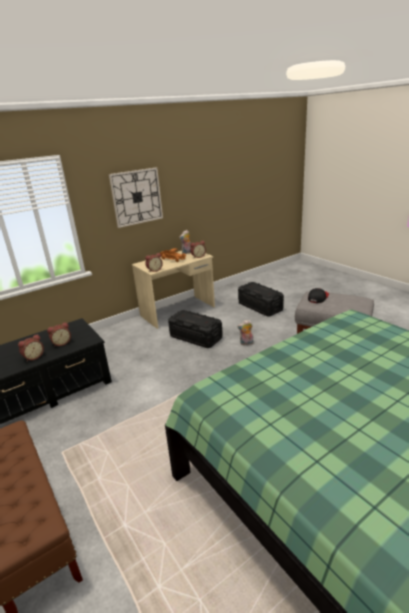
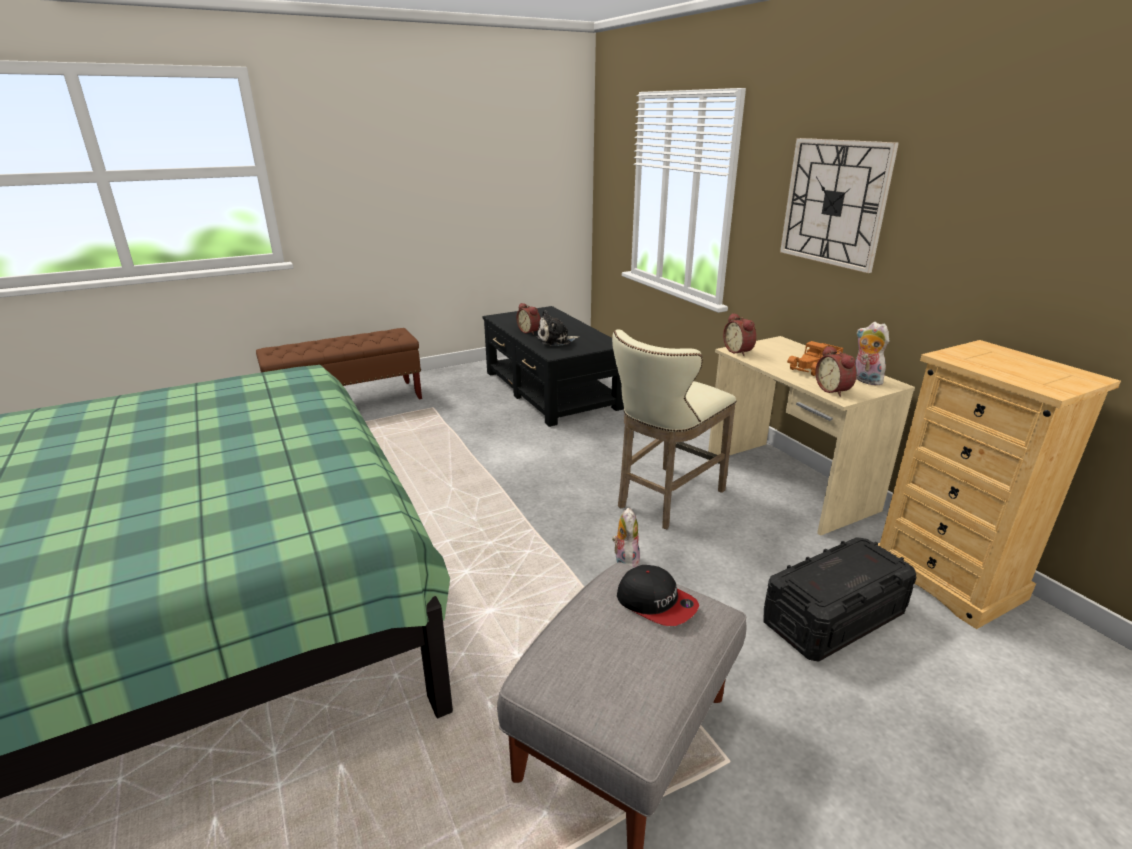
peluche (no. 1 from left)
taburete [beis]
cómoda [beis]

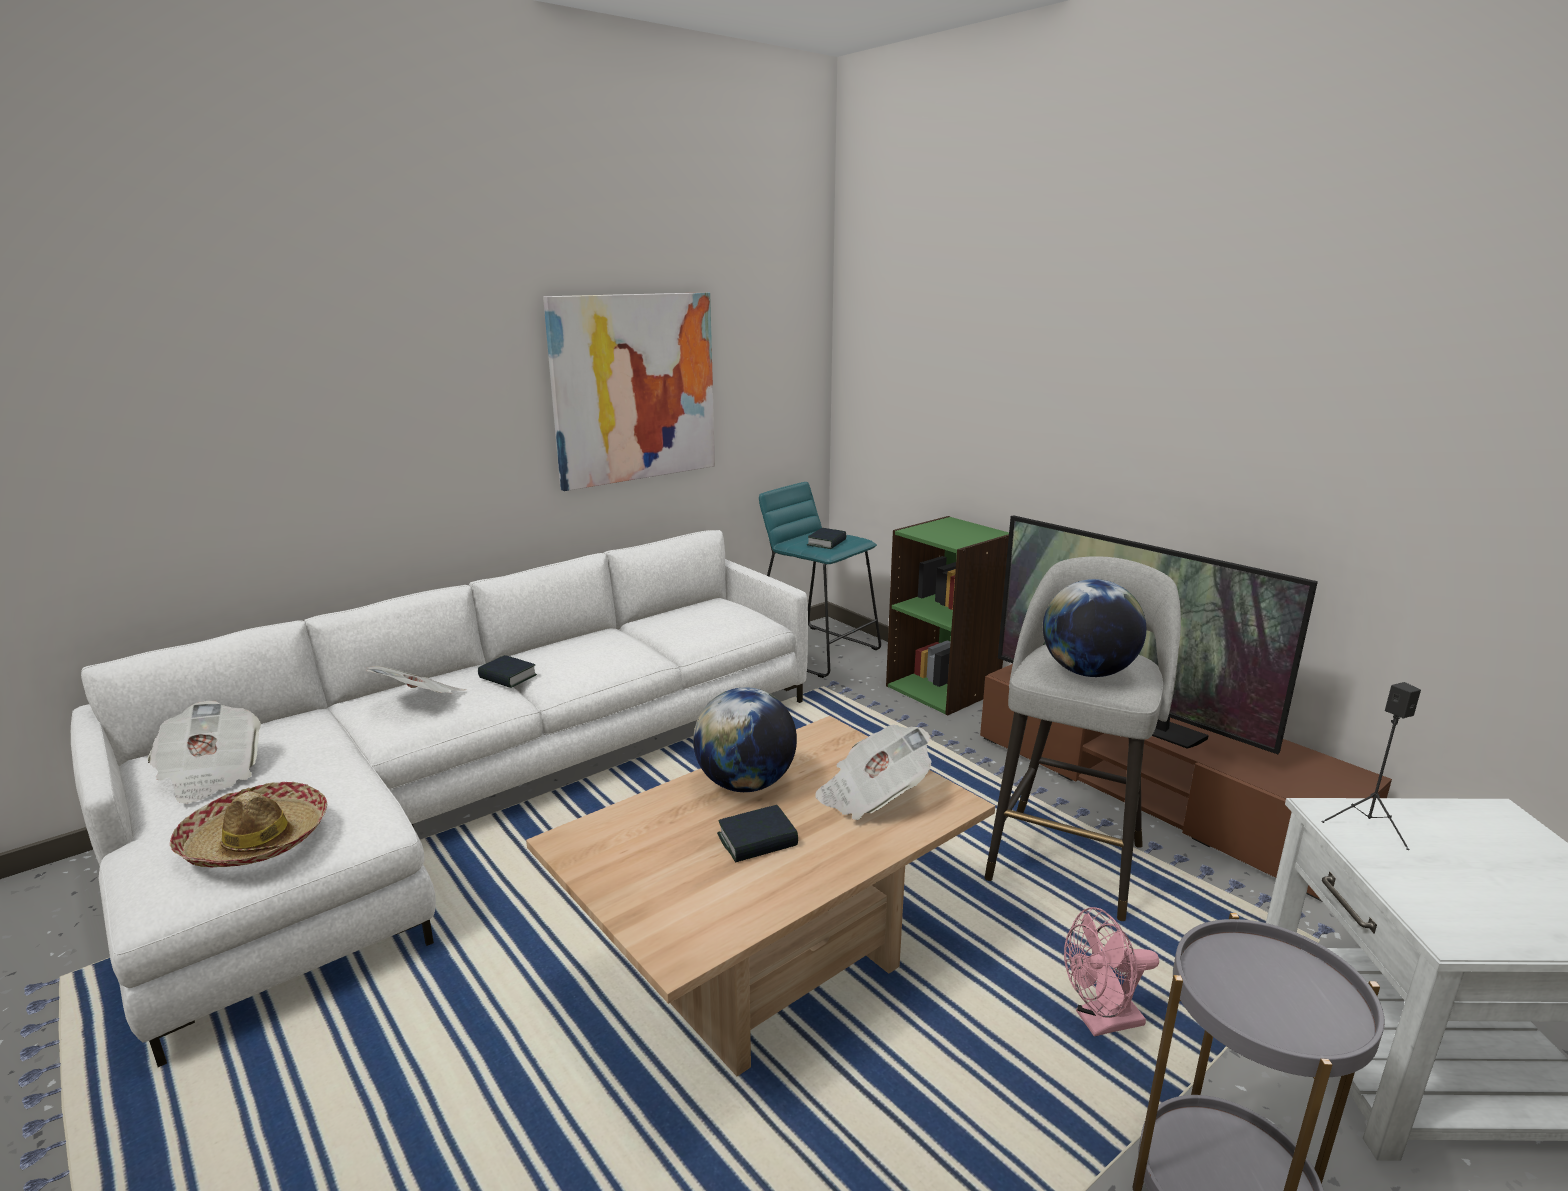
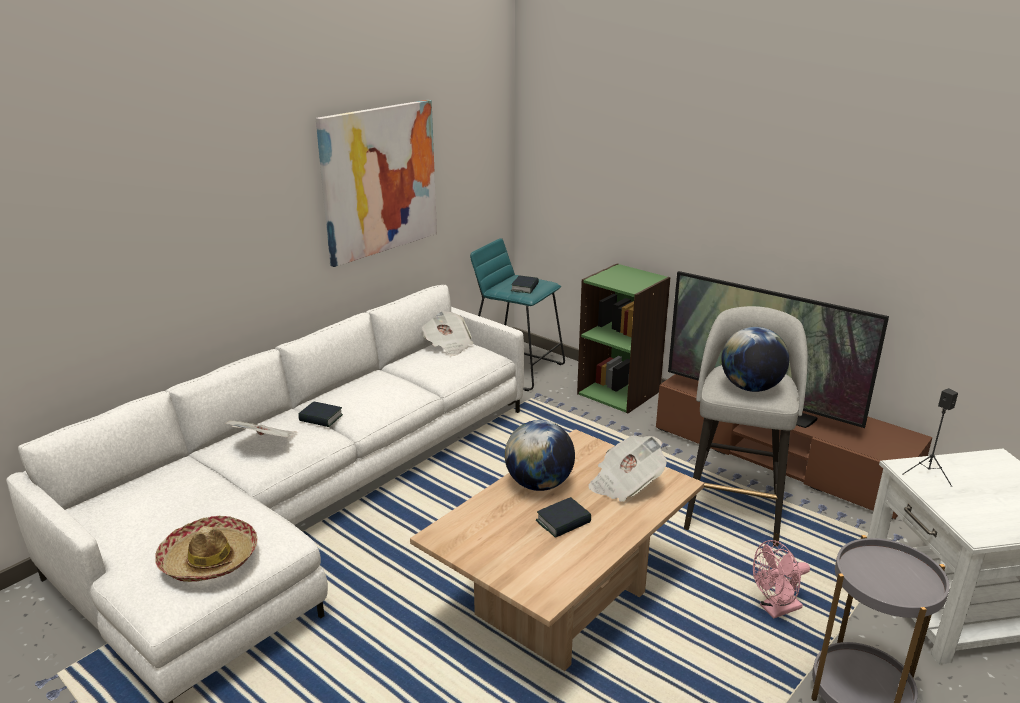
periódico (no. 2 from left)

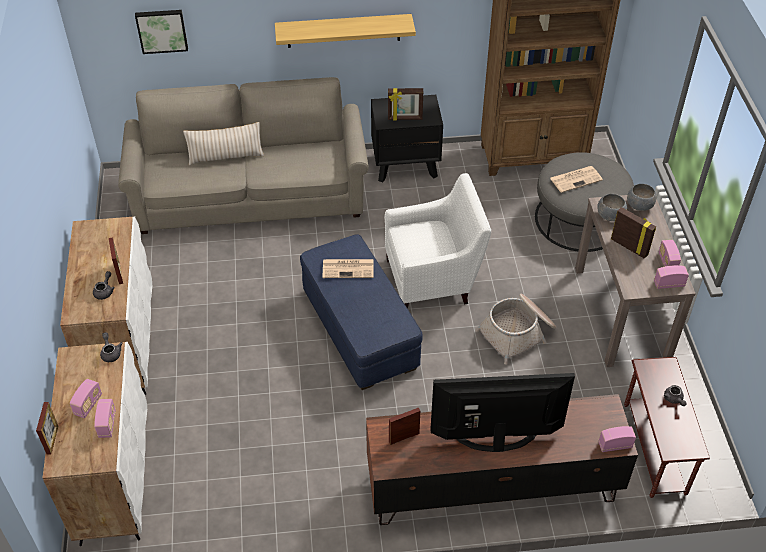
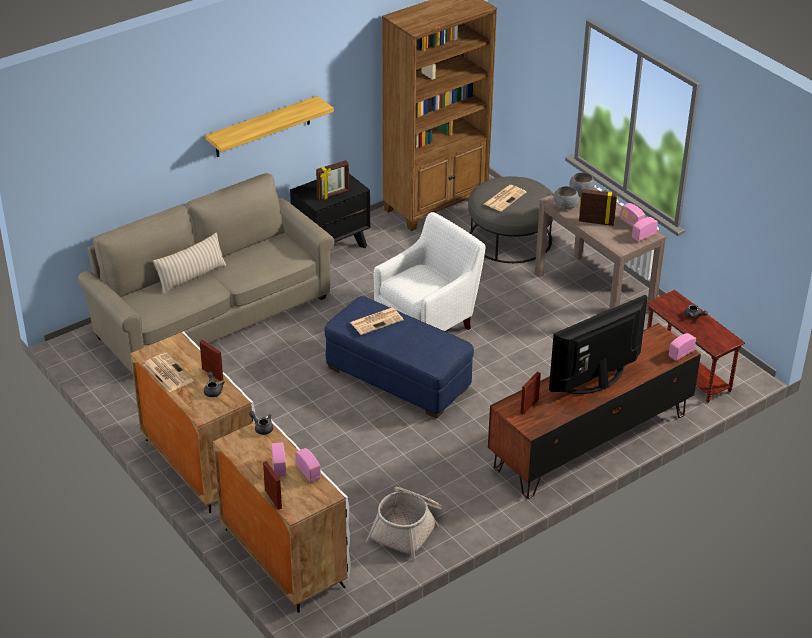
periódico (no. 1 from left)
cesta
cuadro

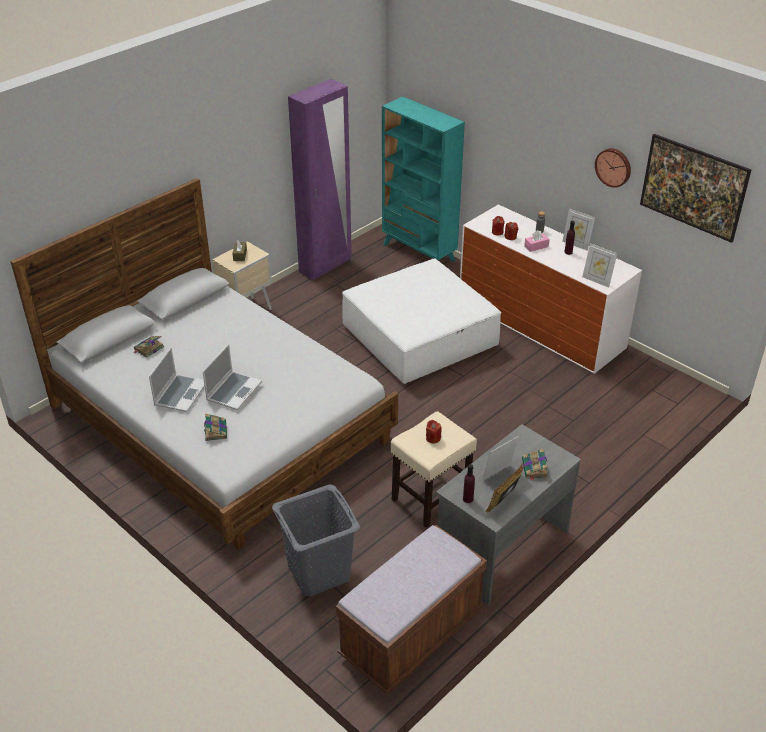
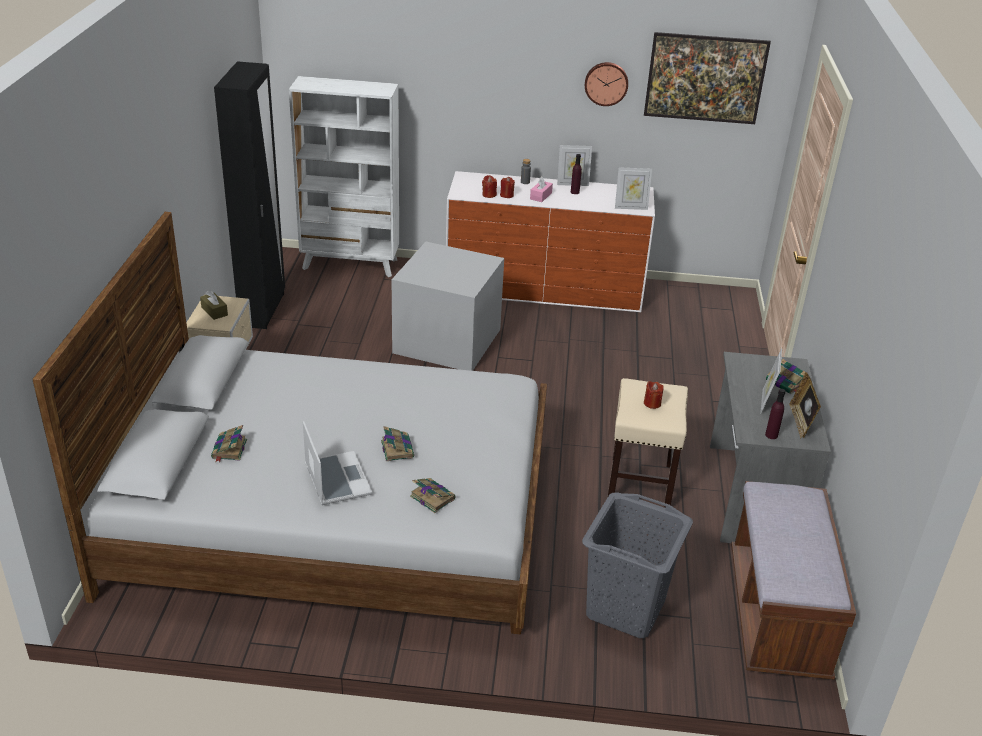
armario ropero [negro]
estantería [blanco]
libro (no. 2 from left)
caja de almacenaje [gris]

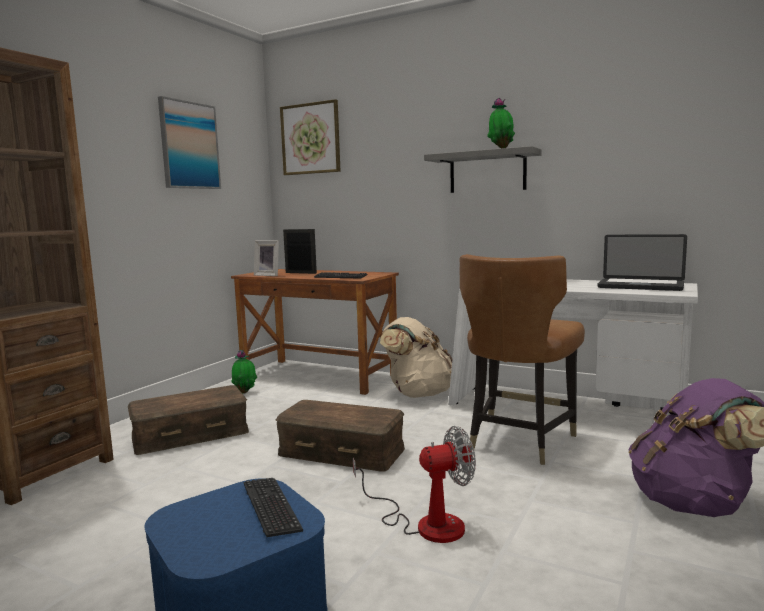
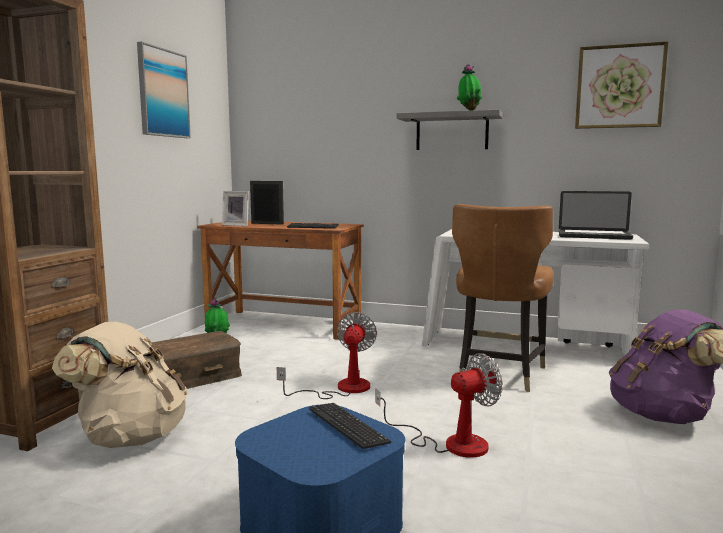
mochila [beis]
ventilador (no. 1 from left)
cuadro (no. 2 from left)

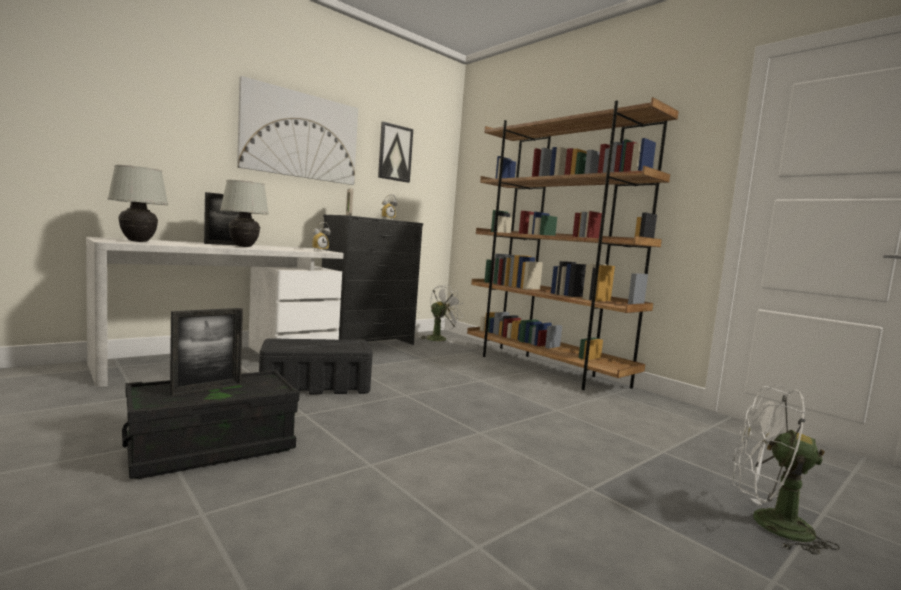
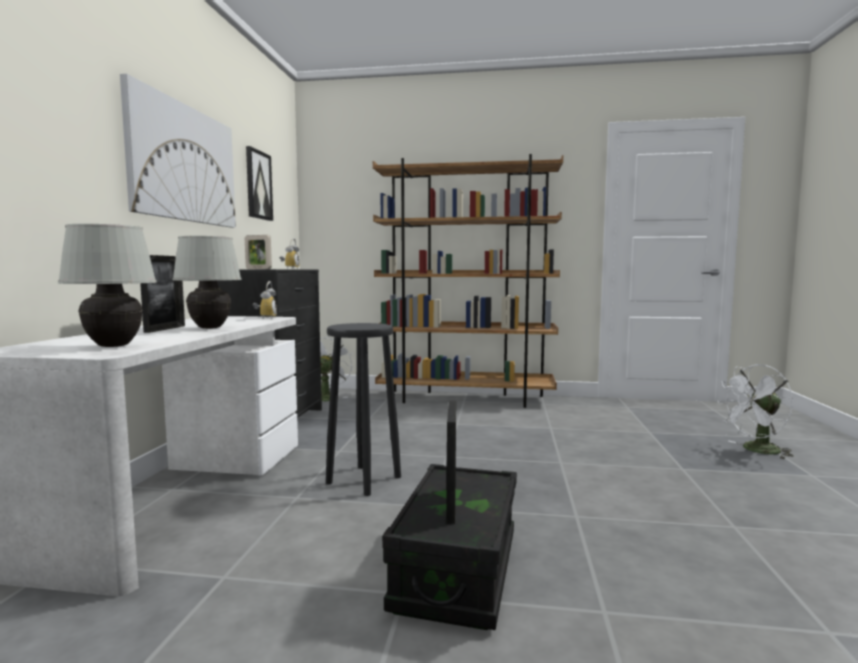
taburete [negro]

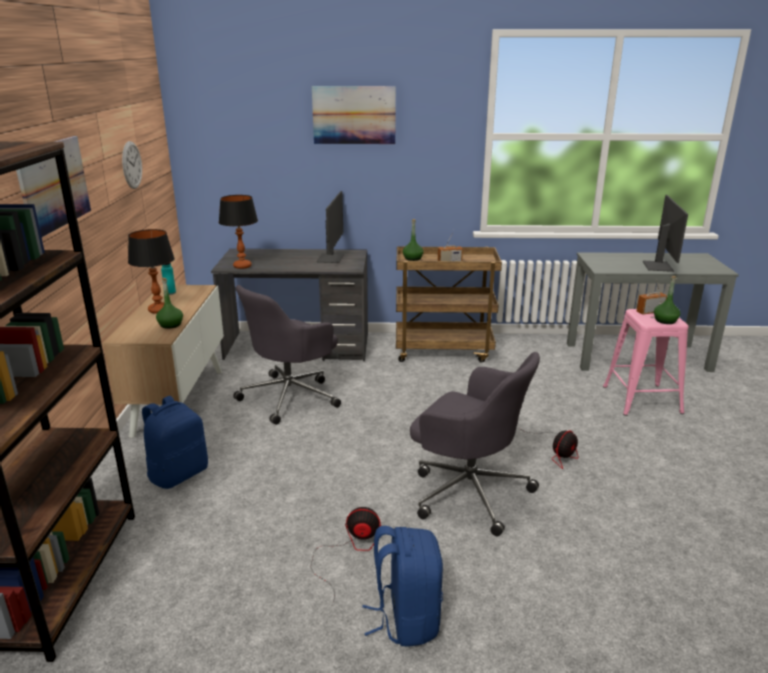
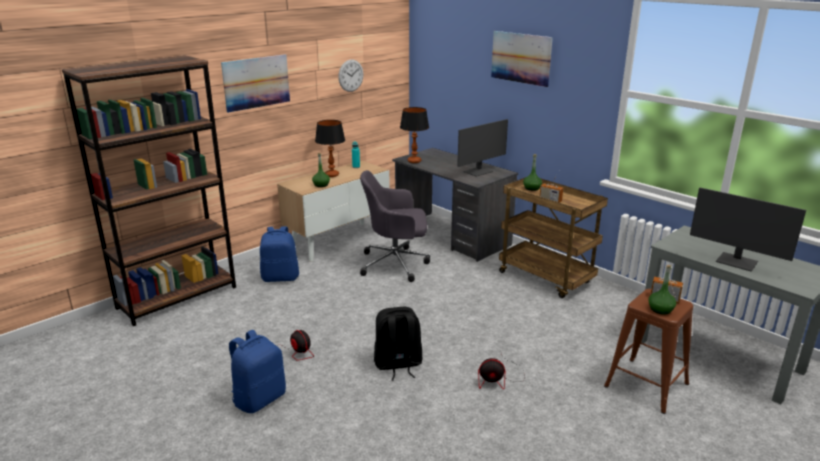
mochila [negro]
taburete [marrón]
monitor (no. 2 from left)

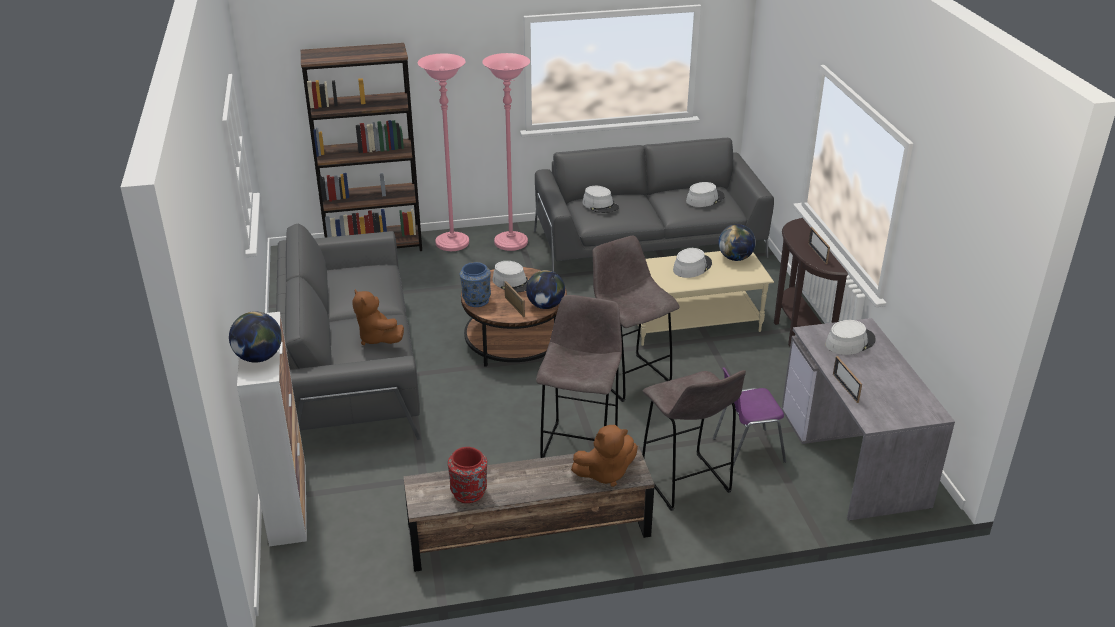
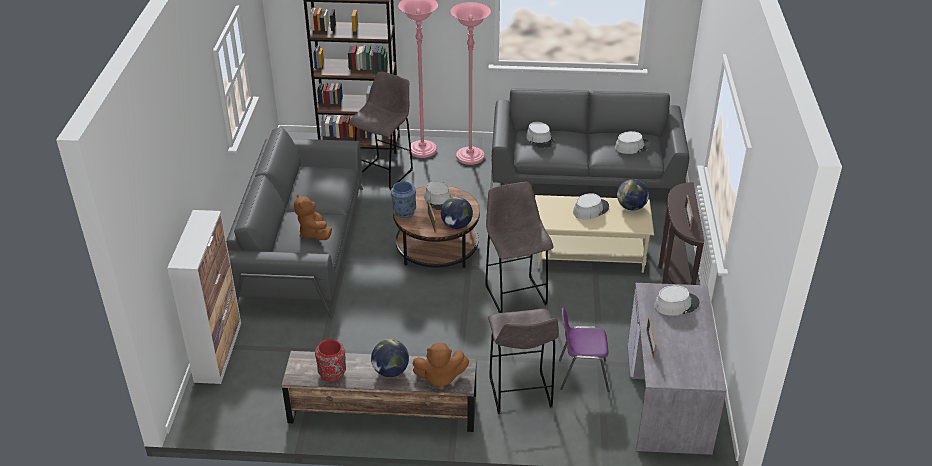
taburete [gris] (no. 1 from left)
globo terráqueo (no. 1 from left)

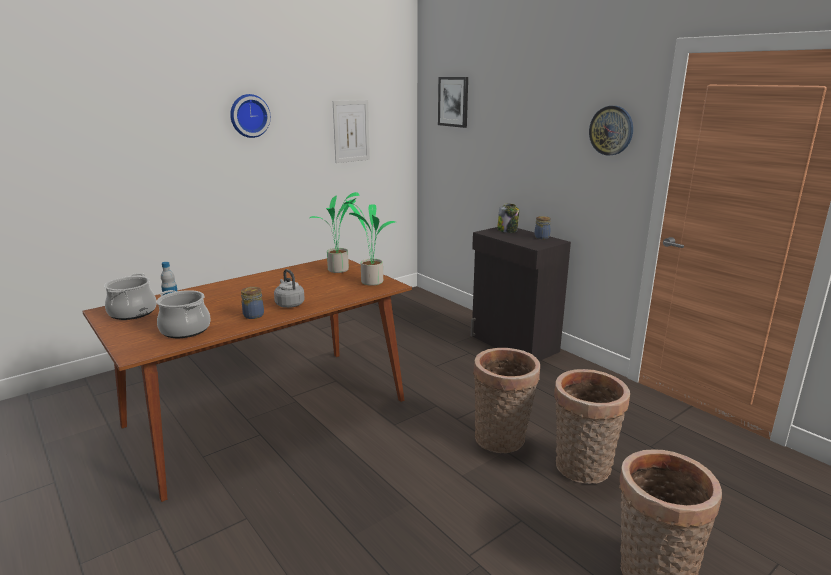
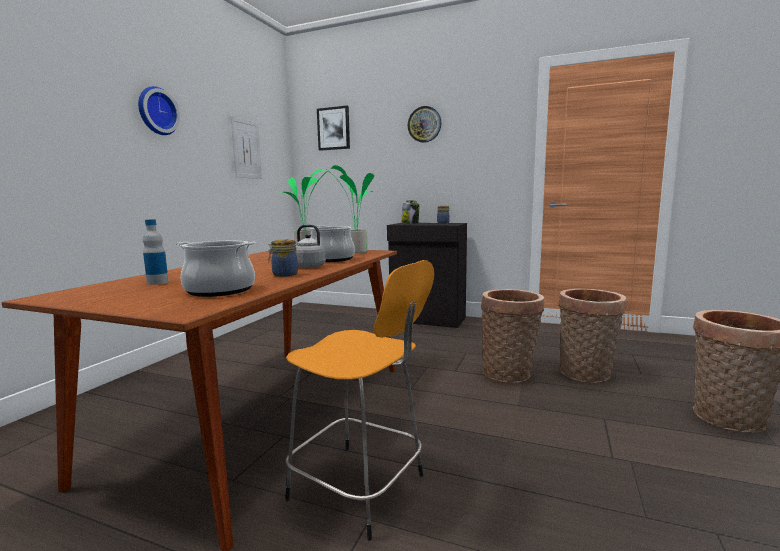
taburete [naranja]
olla (no. 2 from left)
reloj de pared (no. 2 from left)

